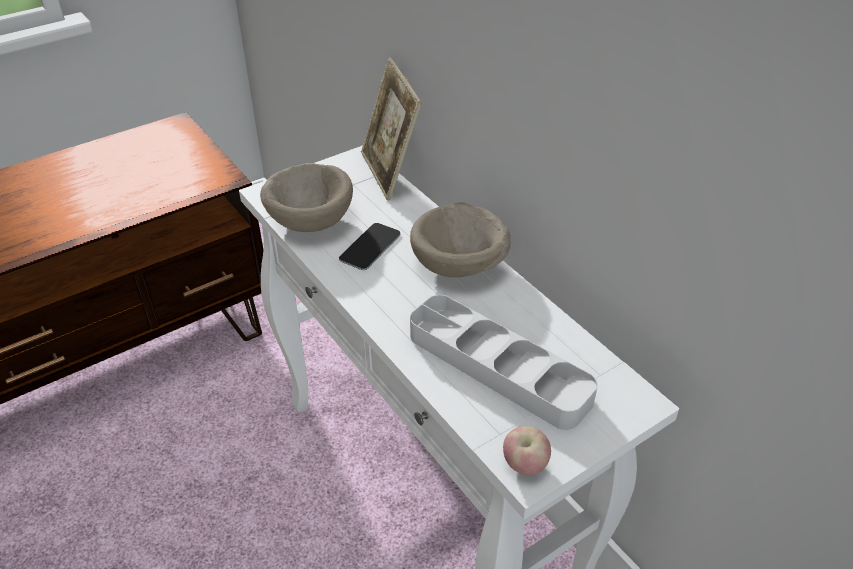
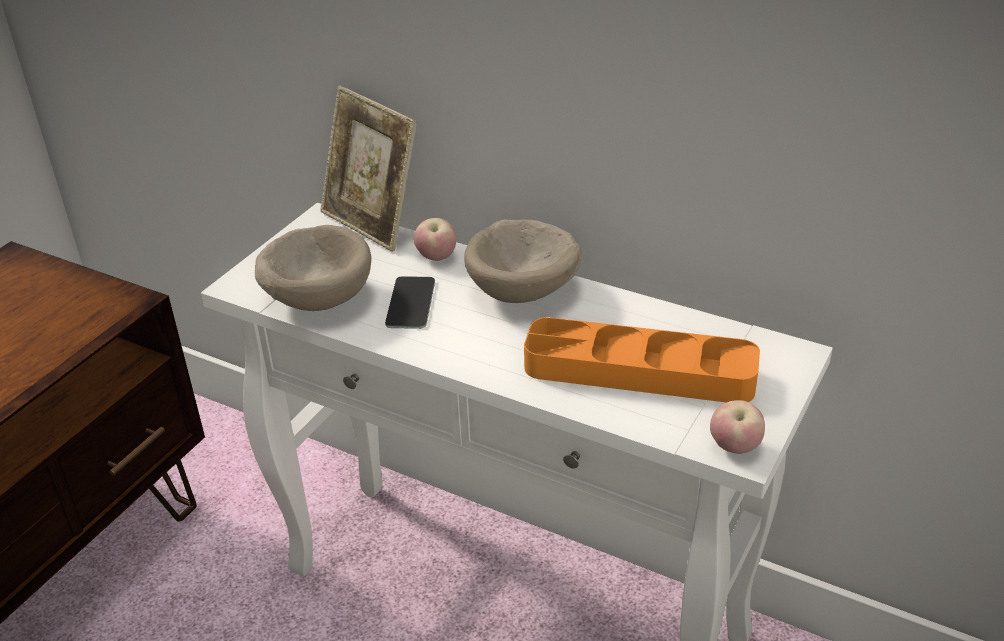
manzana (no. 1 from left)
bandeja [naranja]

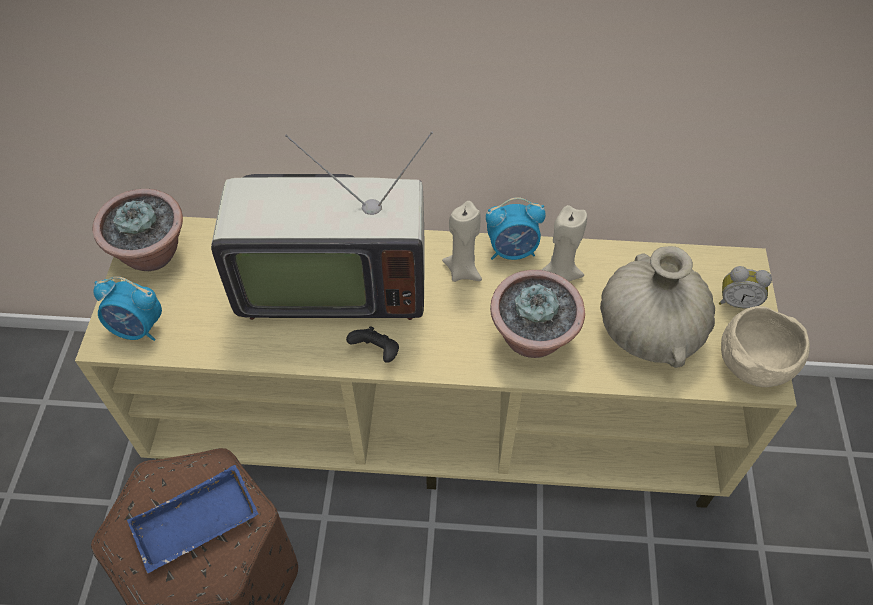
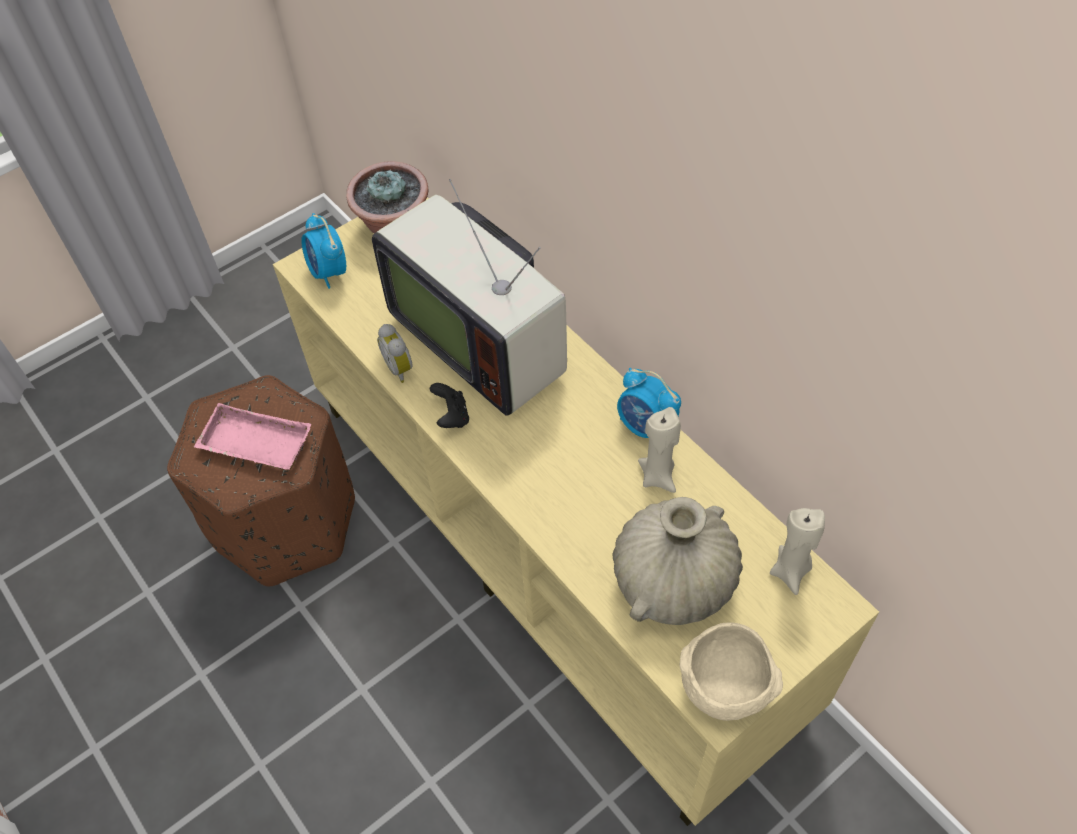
bandeja [rosa]
despertador (no. 2 from left)
vela [beis] (no. 2 from left)
planta en maceta (no. 2 from left in the first image)

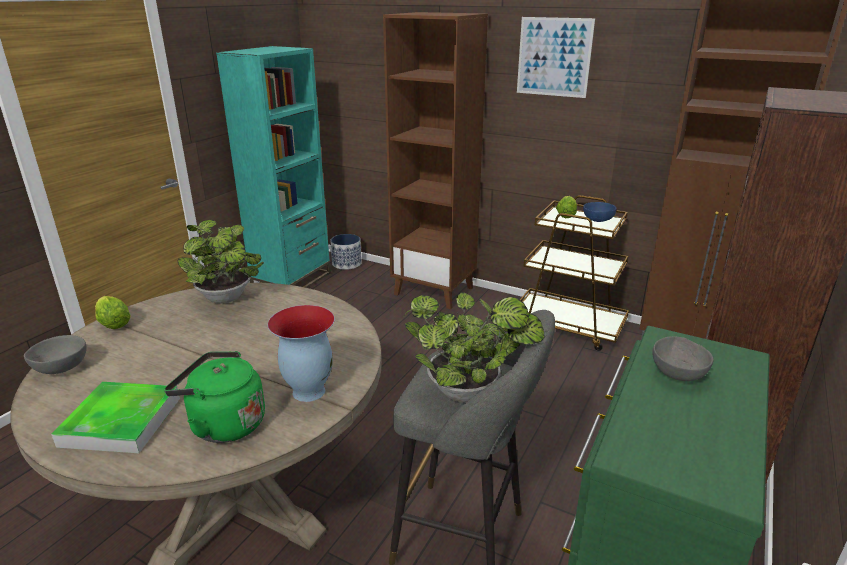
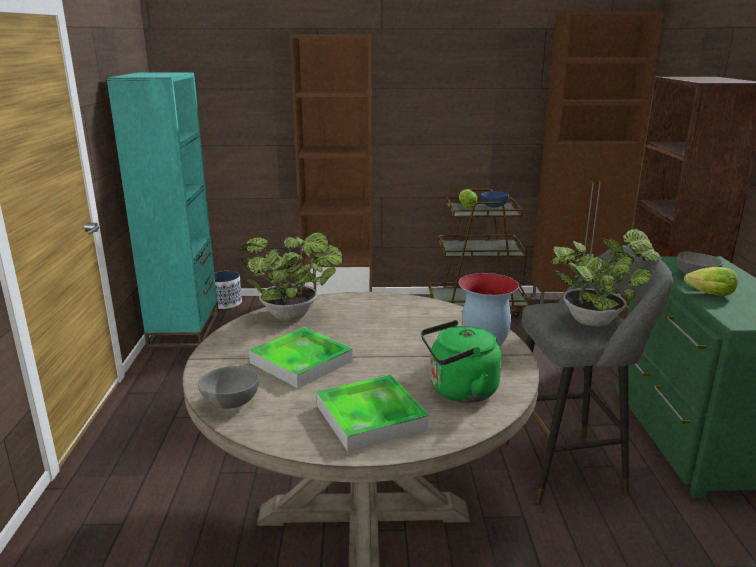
bandeja (no. 1 from left)
lechuga (no. 2 from left)
cuadro

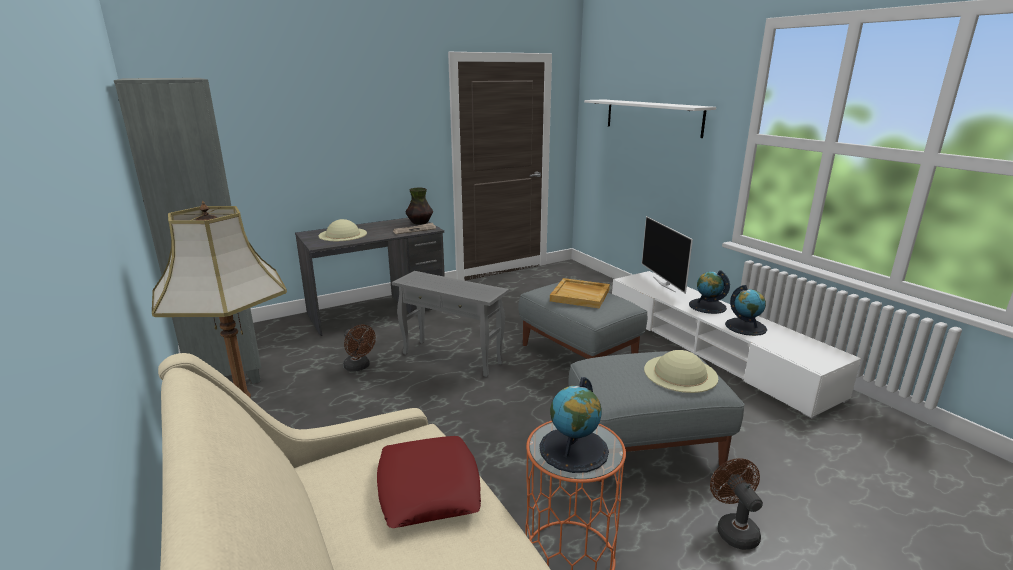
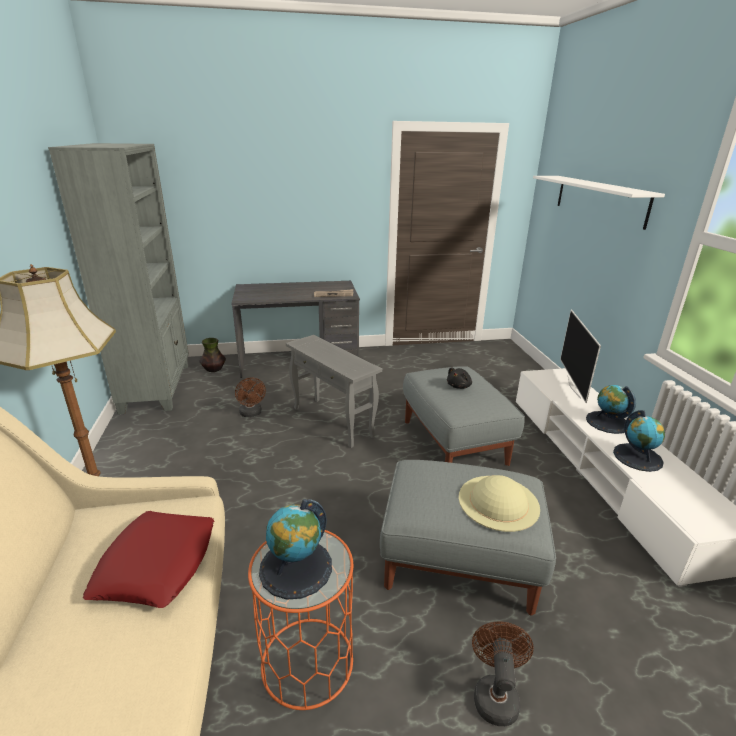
florero
peluche [negro]
sombrero [beis] (no. 1 from left in the first image)

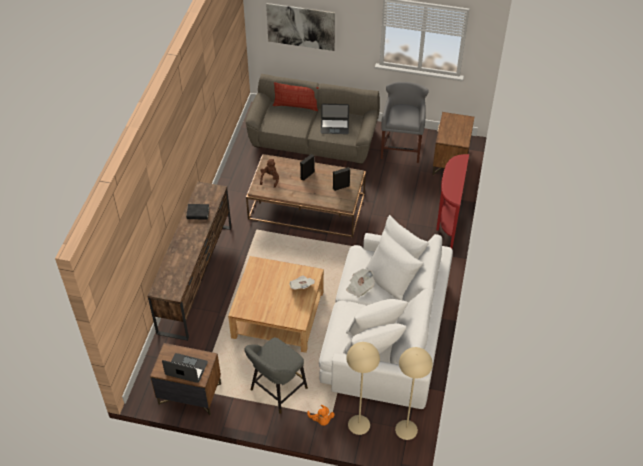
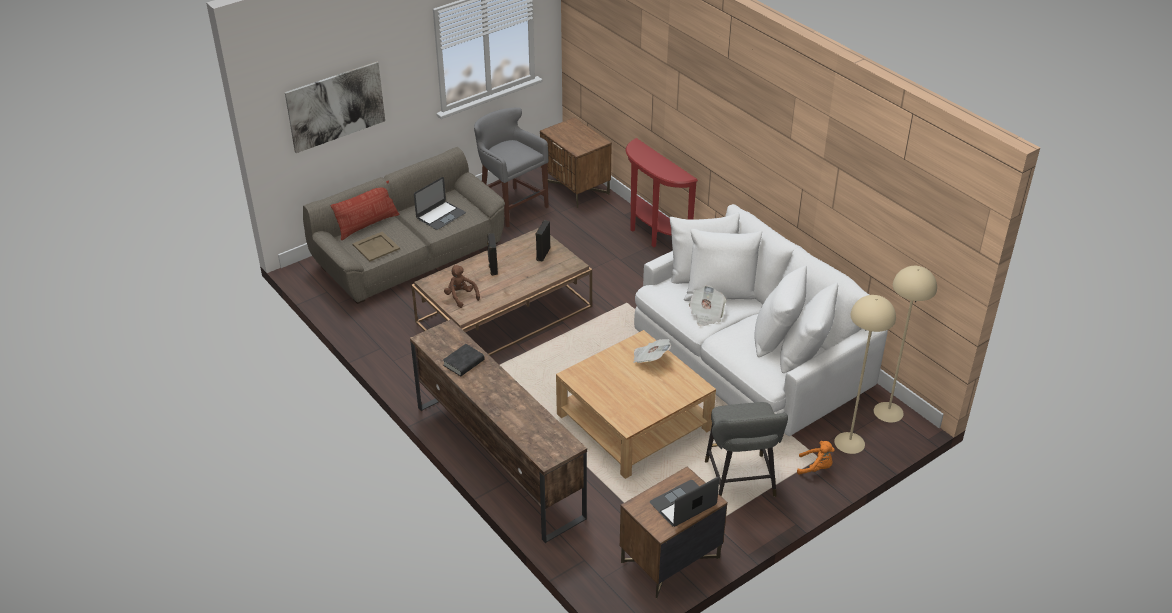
bandeja [beis]

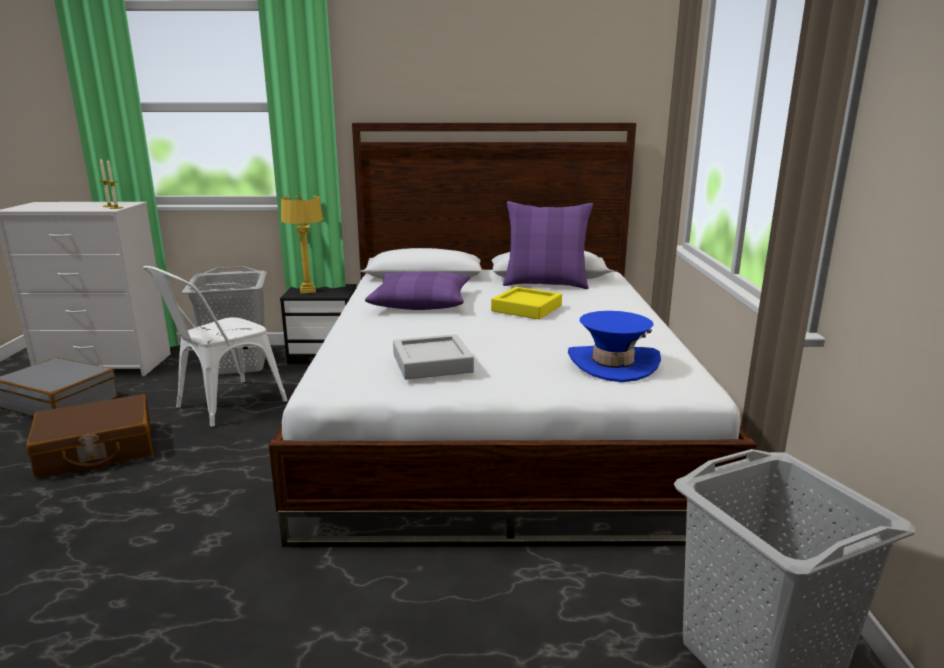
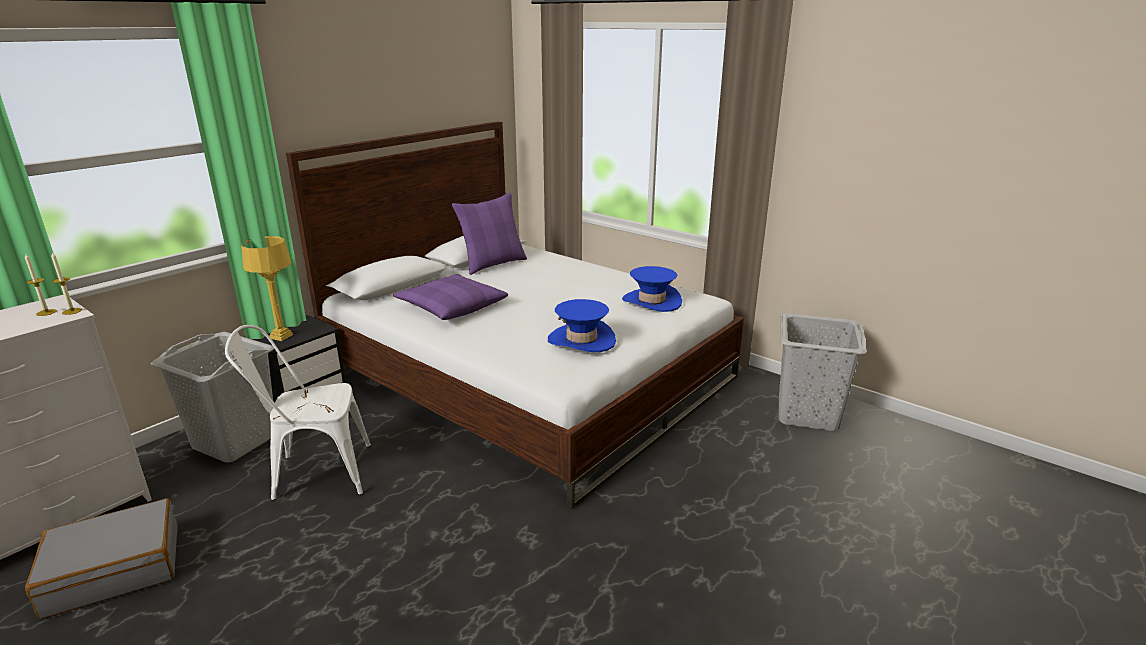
silla [blanco]
sombrero [azul] (no. 1 from left)
maleta [marrón]
bandeja [amarillo]

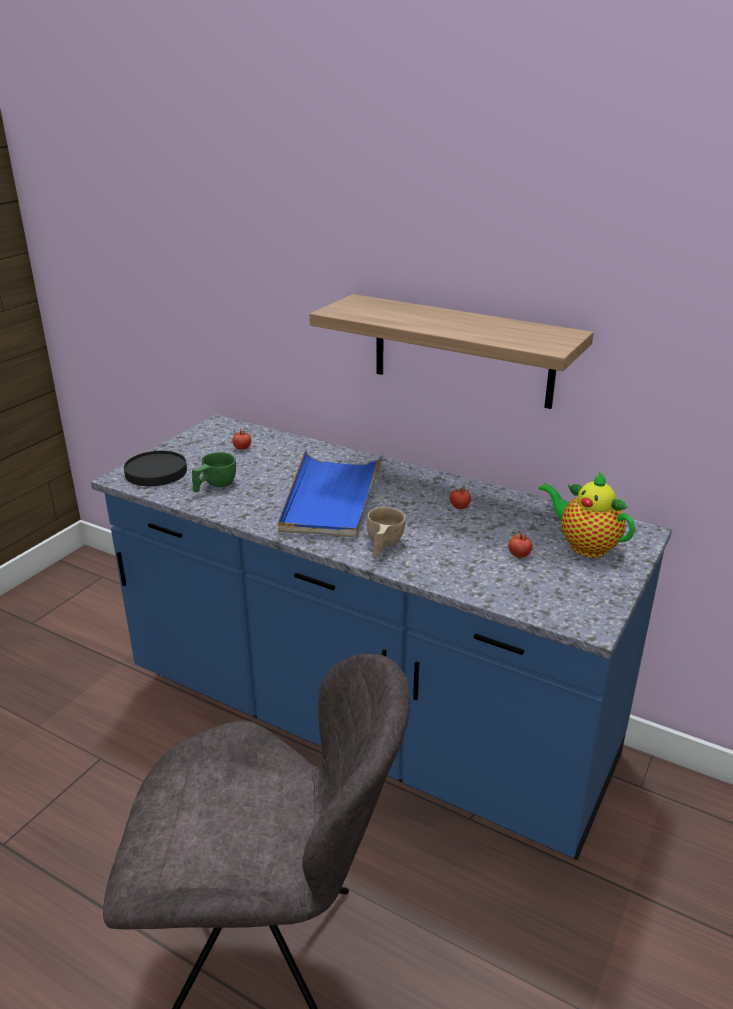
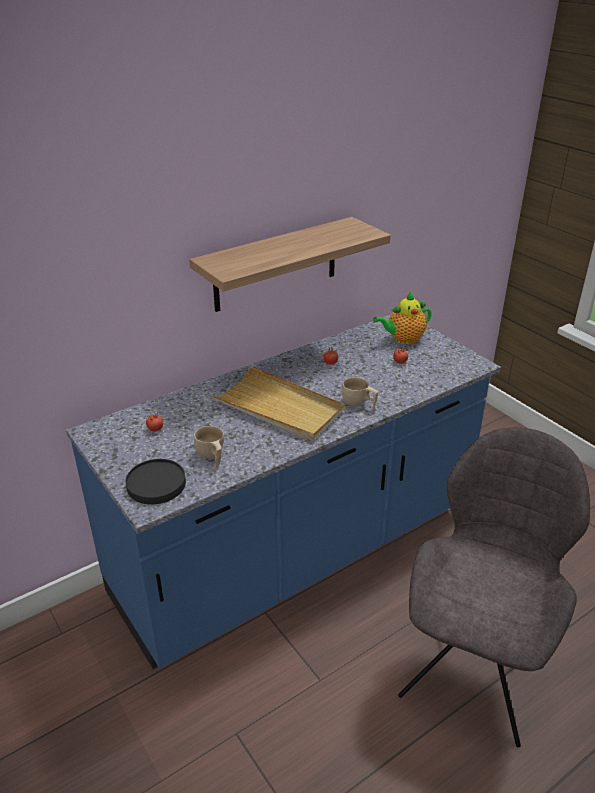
taza [beis] (no. 1 from left)
bandeja [beis]

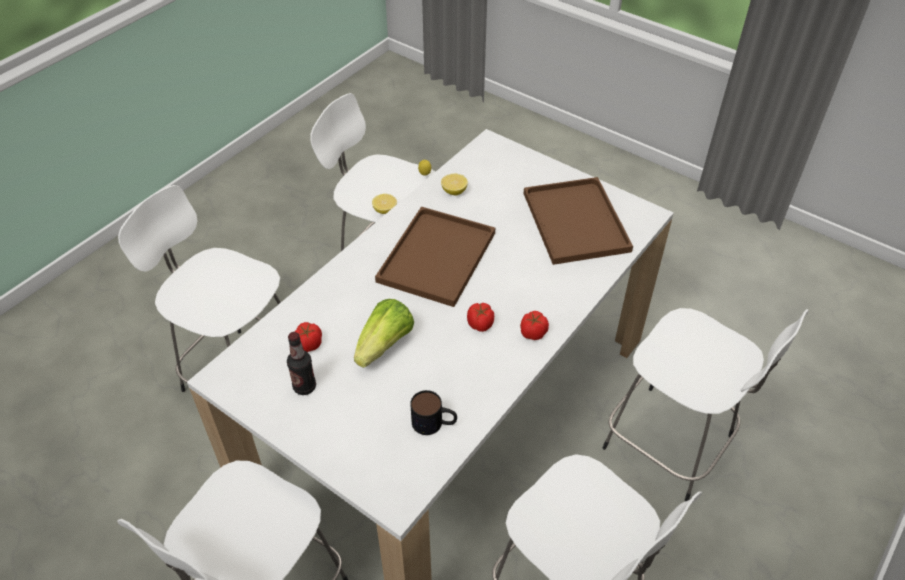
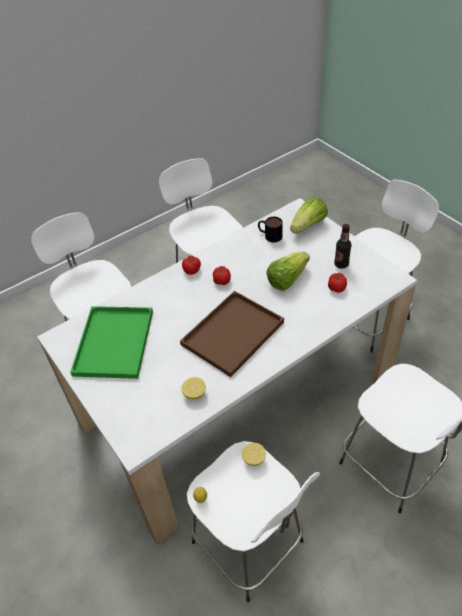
bandeja [verde]
lechuga (no. 2 from left)

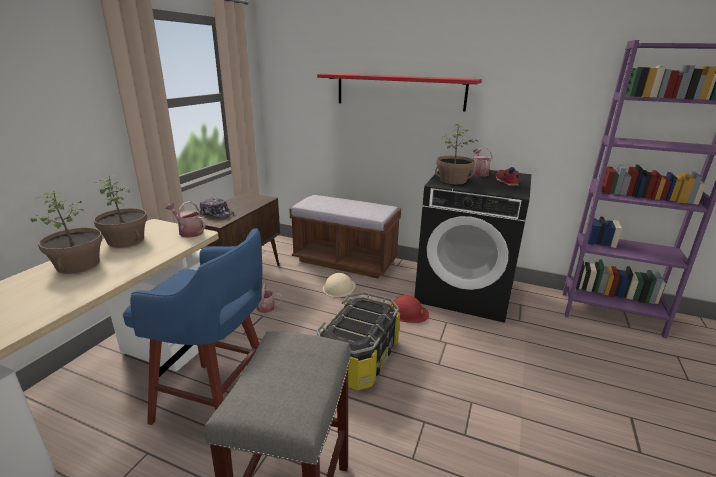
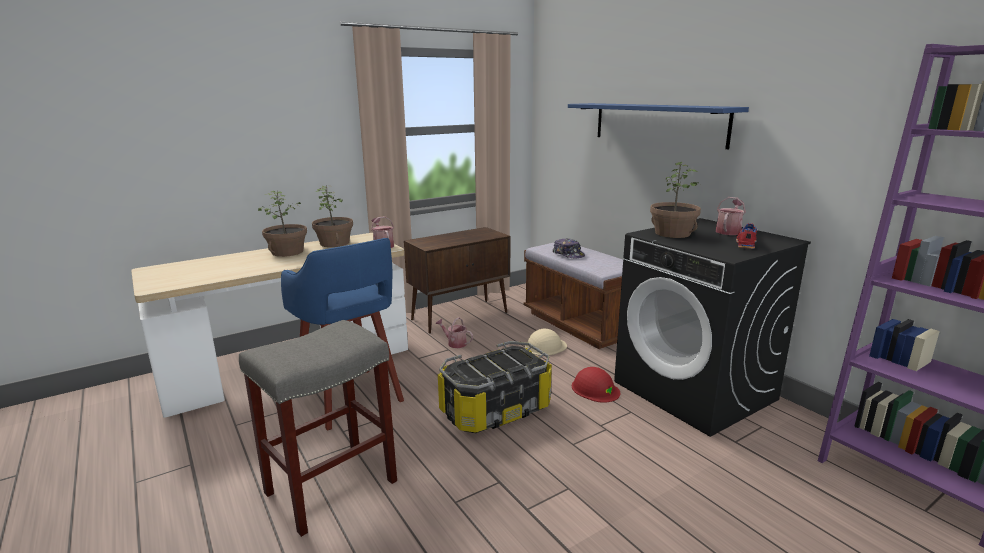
gorra
estante [azul]

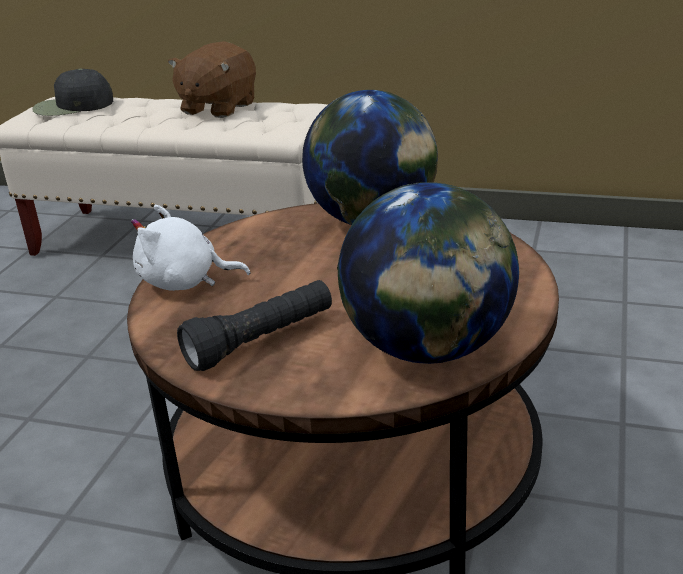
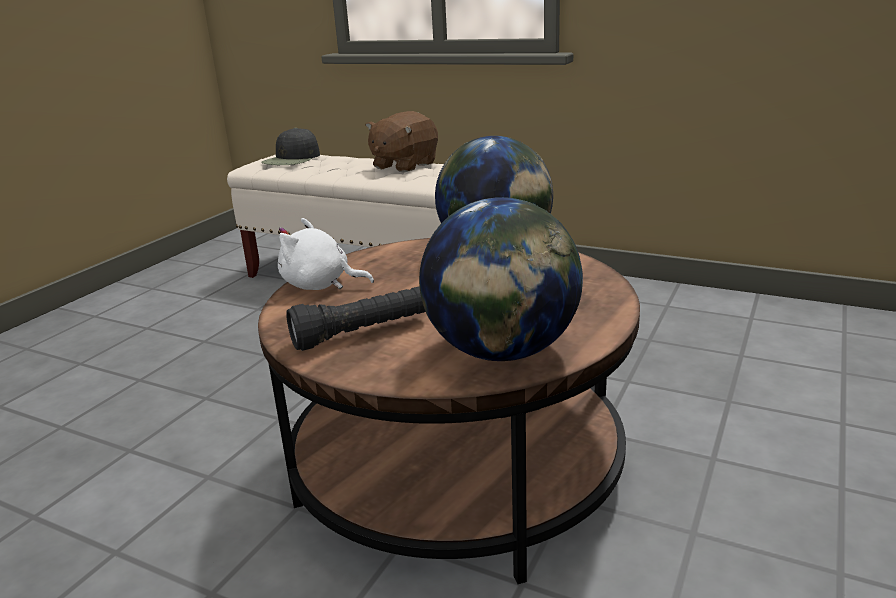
gorra [negro]

